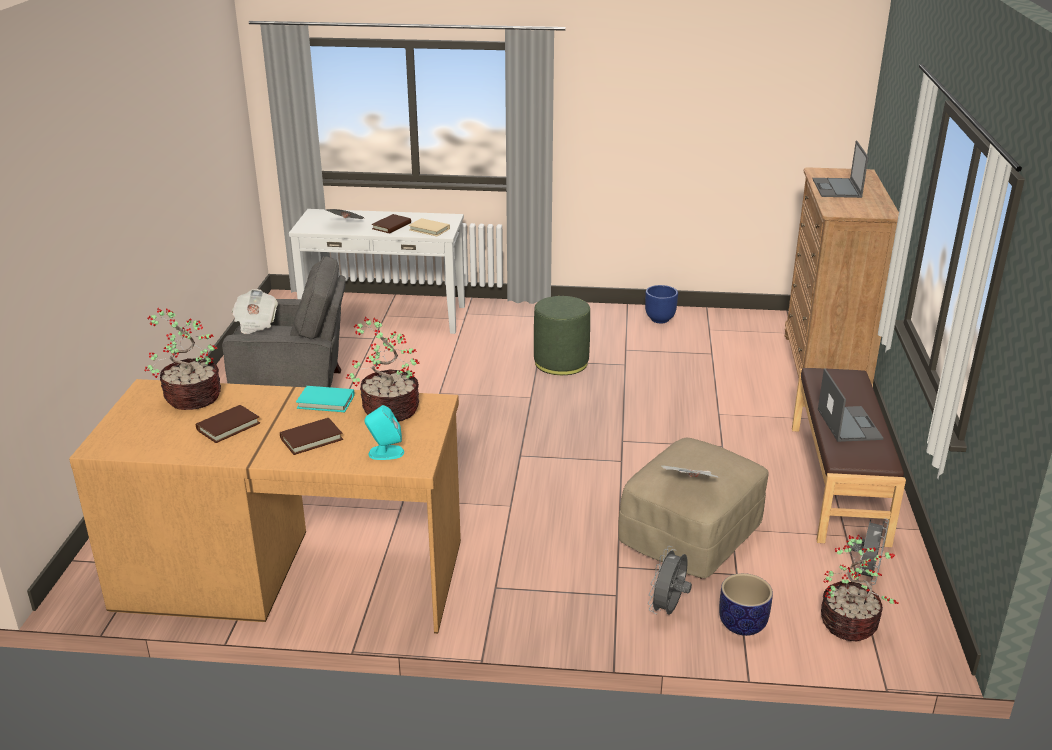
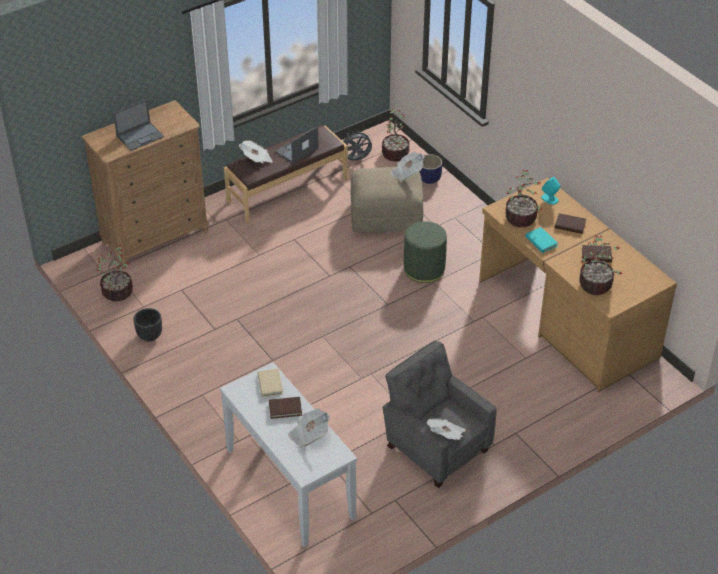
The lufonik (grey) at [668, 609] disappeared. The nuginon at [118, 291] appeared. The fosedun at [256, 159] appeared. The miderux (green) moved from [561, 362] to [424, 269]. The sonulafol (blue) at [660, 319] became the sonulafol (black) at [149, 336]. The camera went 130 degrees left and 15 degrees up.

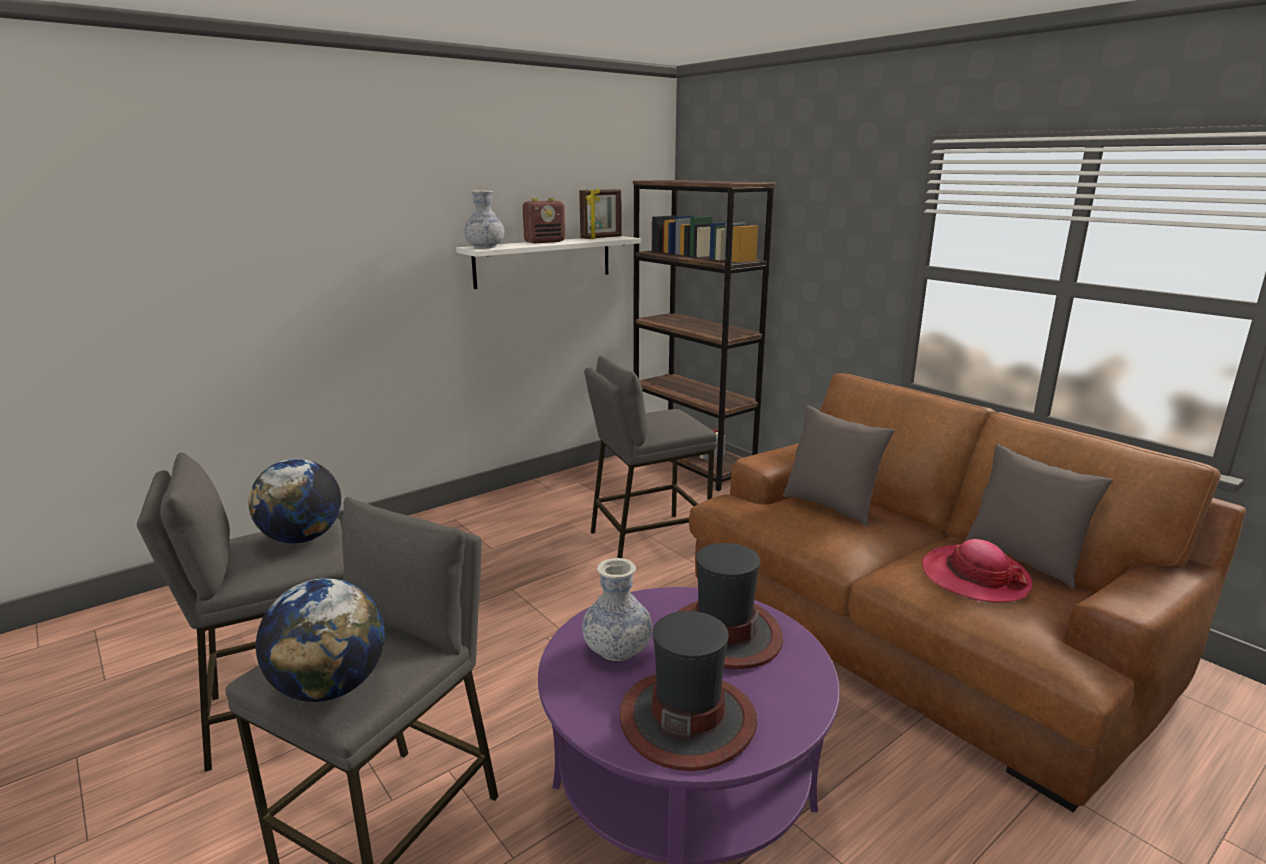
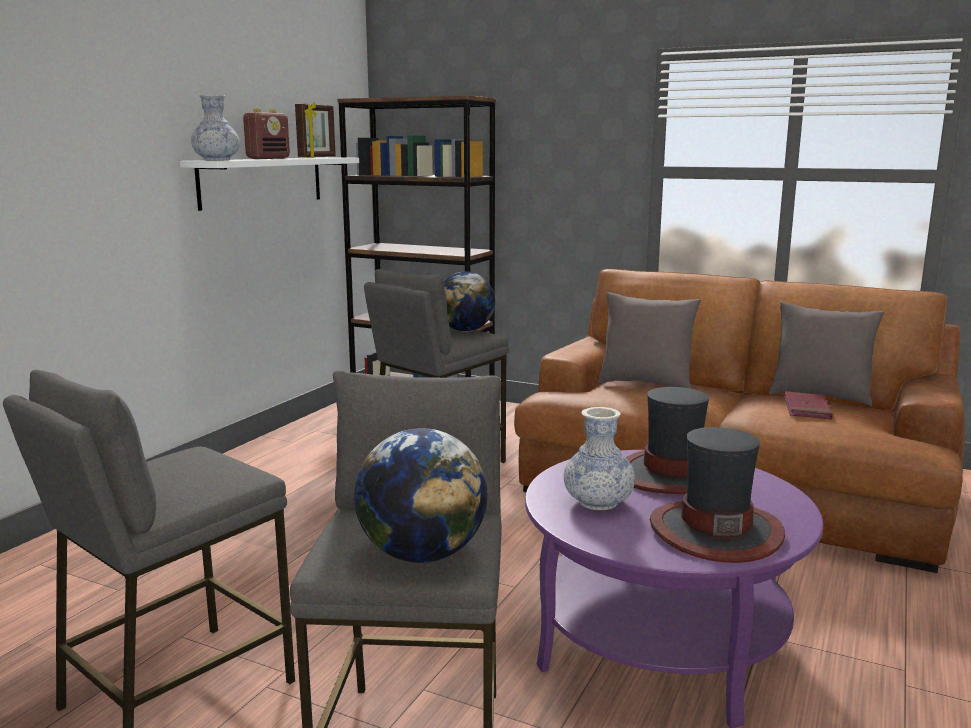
The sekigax moved from [302, 538] to [465, 330]. The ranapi at [974, 577] was replaced by the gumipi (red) at [806, 409]. The camera went 25 degrees left and 5 degrees down.

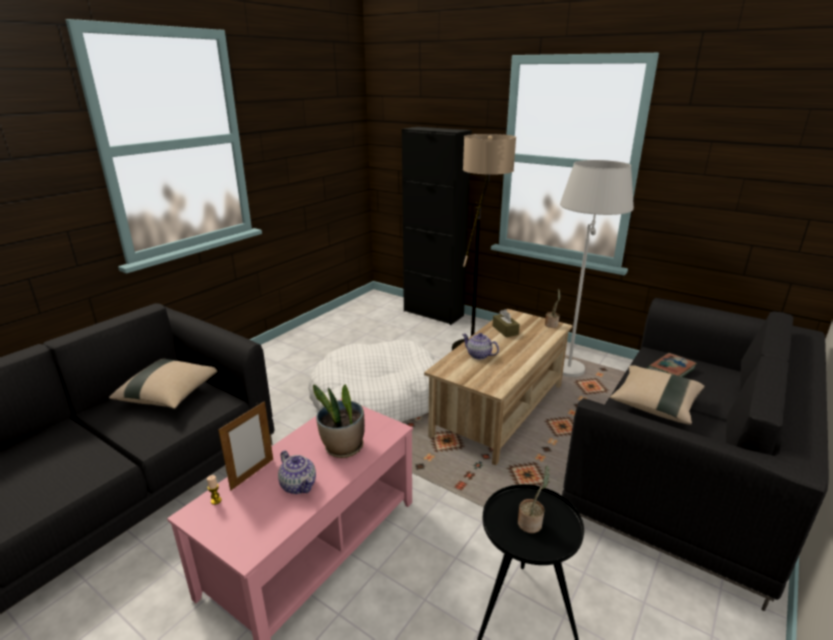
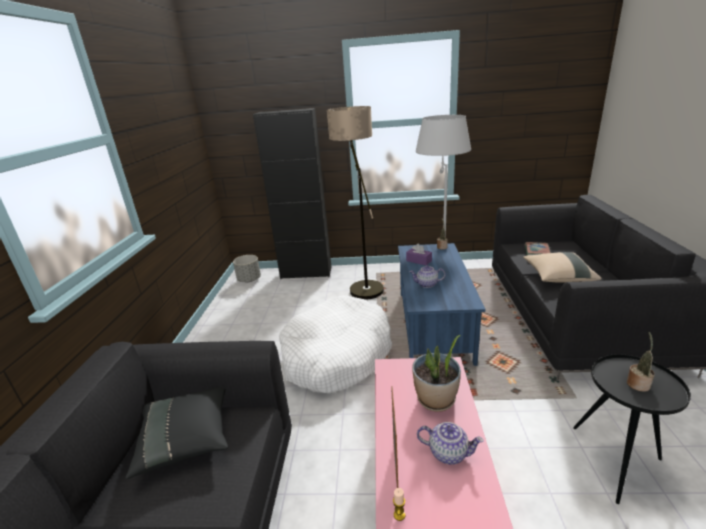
The sonulafol (grey) at [249, 279] appeared. The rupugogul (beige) at [170, 395] became the rupugogul (black) at [186, 440]. The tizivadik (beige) at [499, 410] became the tizivadik (blue) at [433, 325]. The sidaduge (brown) at [505, 330] became the sidaduge (purple) at [419, 261]. The camera went 30 degrees left and 0 degrees up.

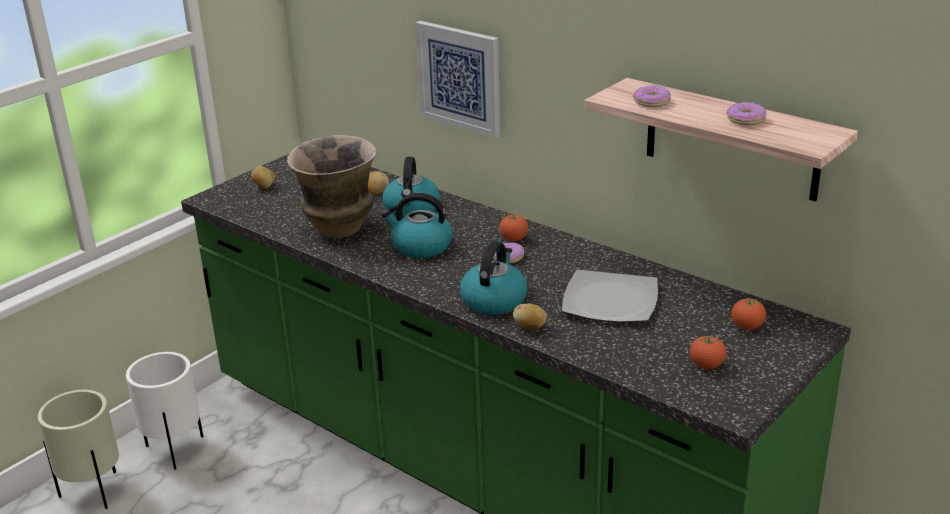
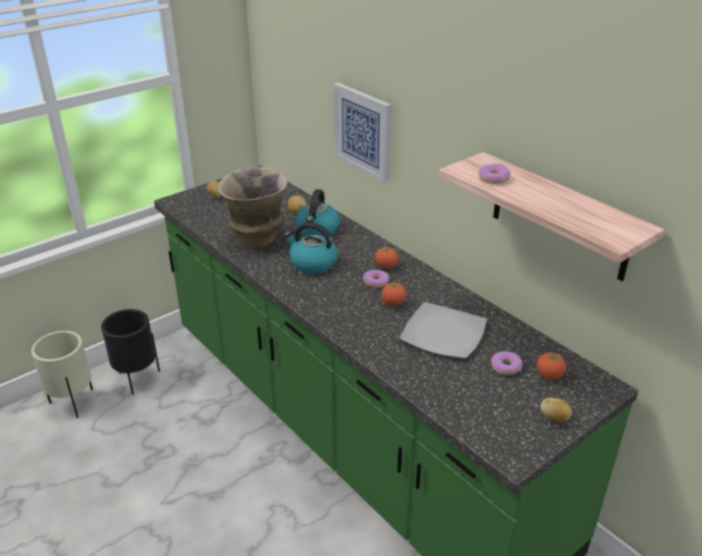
The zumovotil at [494, 300] disappeared. The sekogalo moved from [530, 327] to [554, 418]. The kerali moved from [706, 366] to [393, 303]. The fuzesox moved from [746, 120] to [506, 367]. The sonulafol (white) at [175, 451] became the sonulafol (black) at [138, 379]. The camera went 10 degrees right and 5 degrees up.

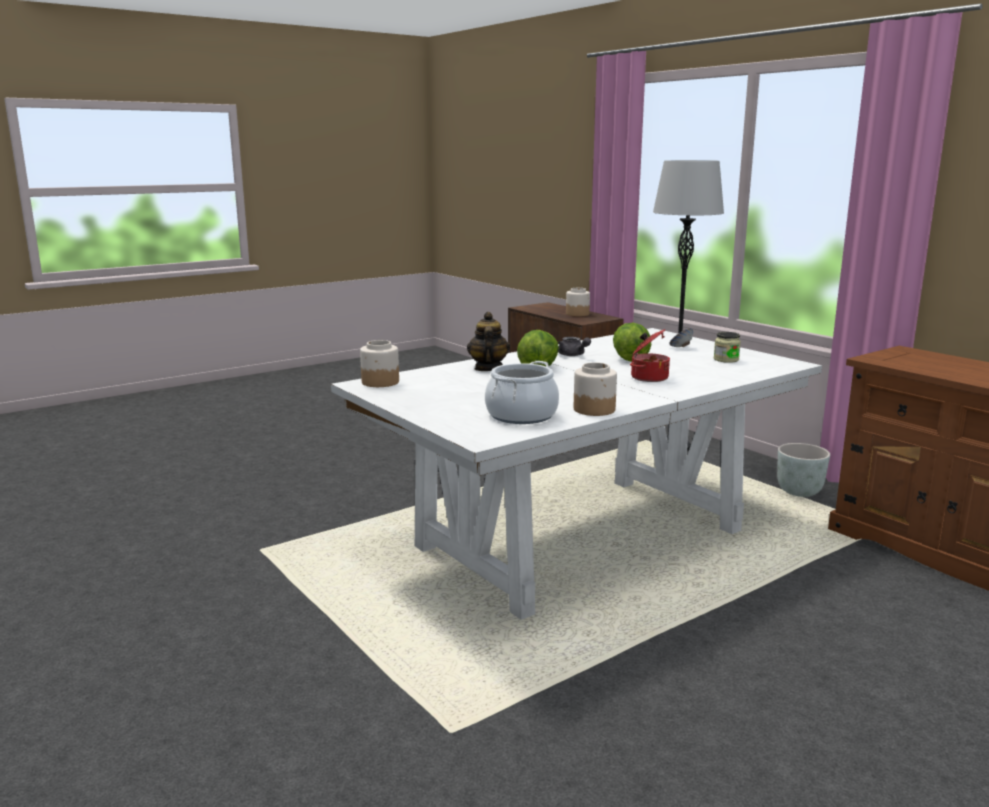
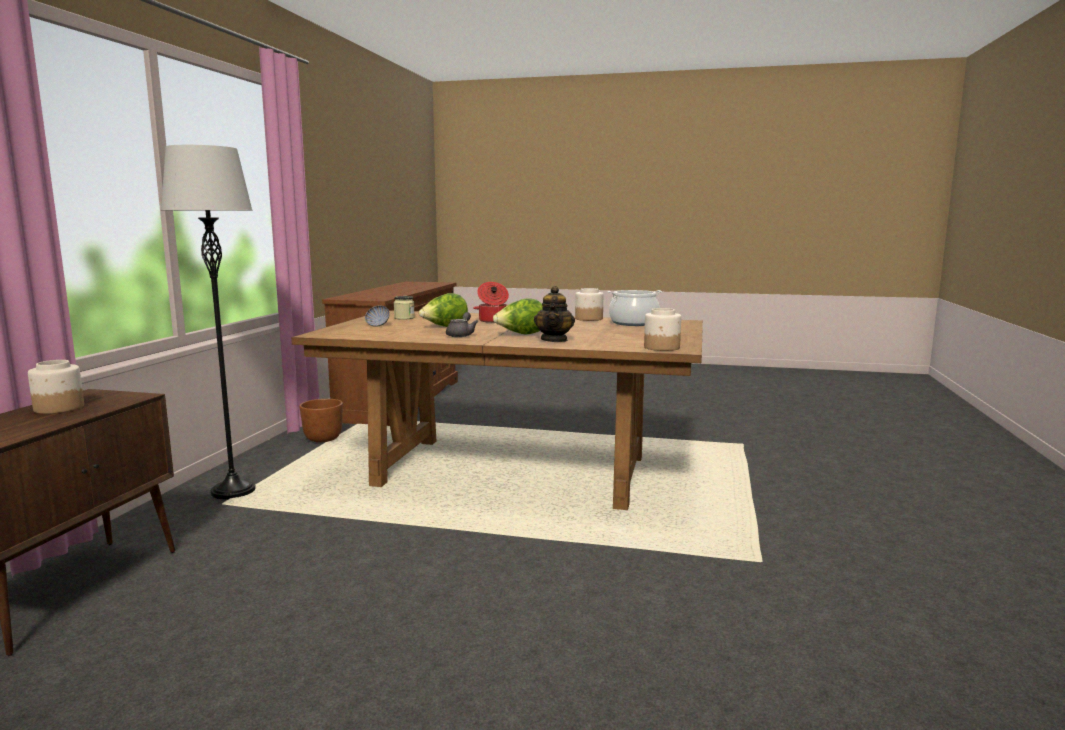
The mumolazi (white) at [580, 539] became the mumolazi (brown) at [514, 471]. The sonulafol (grey) at [800, 492] became the sonulafol (brown) at [323, 439]. The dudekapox at [488, 368] turned 45 degrees counterclockwise. The camera went 130 degrees left and 5 degrees down.

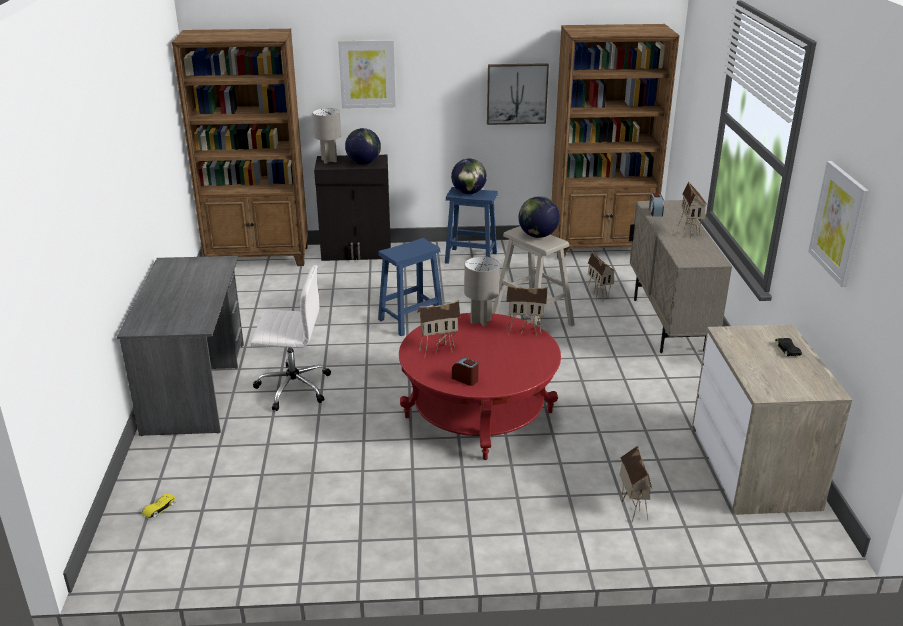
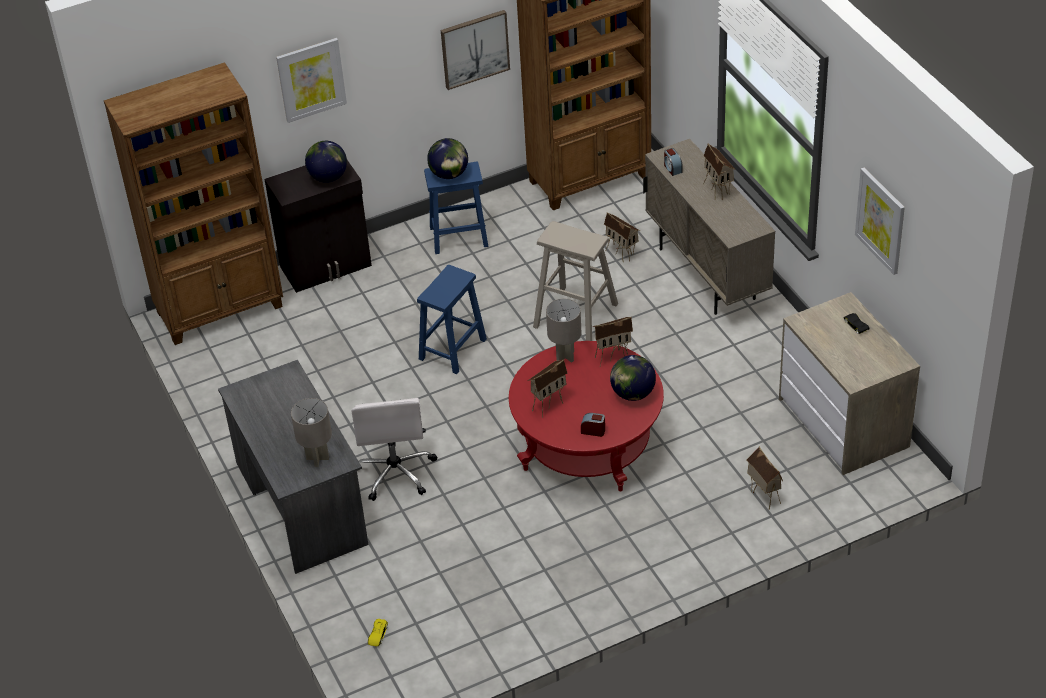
The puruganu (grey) moved from [329, 161] to [318, 459]. The sekigax moved from [538, 236] to [633, 394]. The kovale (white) at [292, 387] turned 105 degrees clockwise. The camera went 20 degrees left and 15 degrees up.

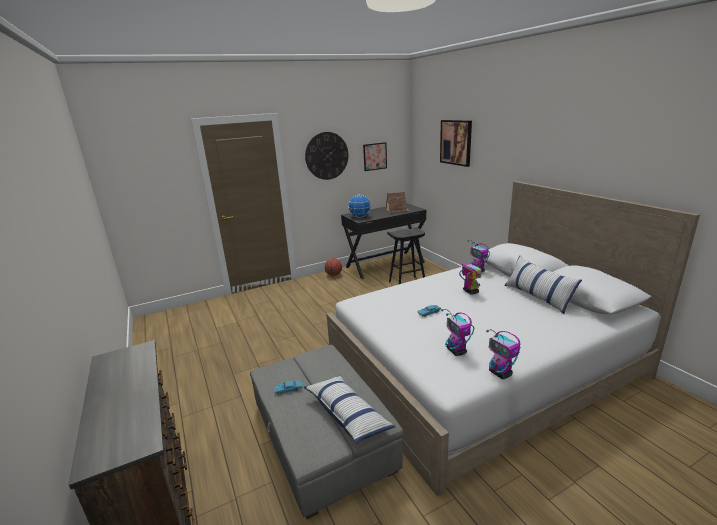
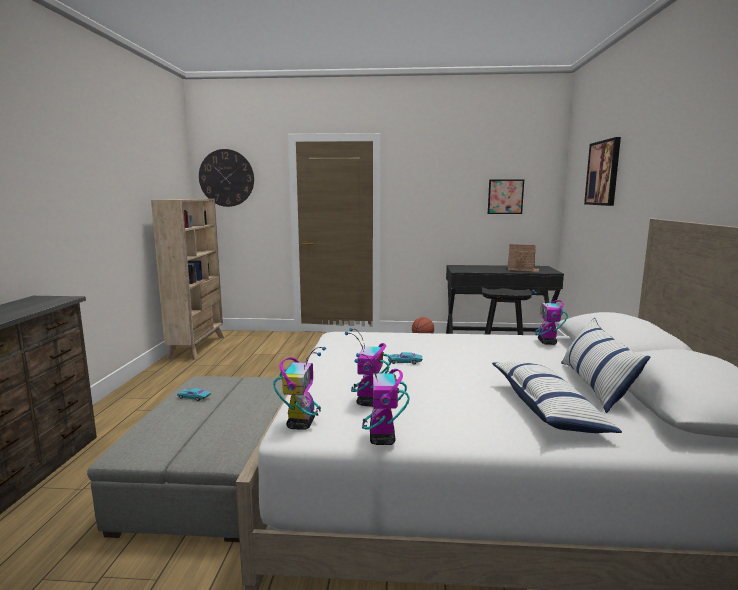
The sekigax at [359, 217] disappeared. The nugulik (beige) at [197, 347] appeared. The rupugogul moved from [347, 415] to [547, 409]. The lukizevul moved from [327, 156] to [226, 178]. The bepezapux moved from [470, 291] to [301, 423]. The camera went 30 degrees right and 10 degrees down.

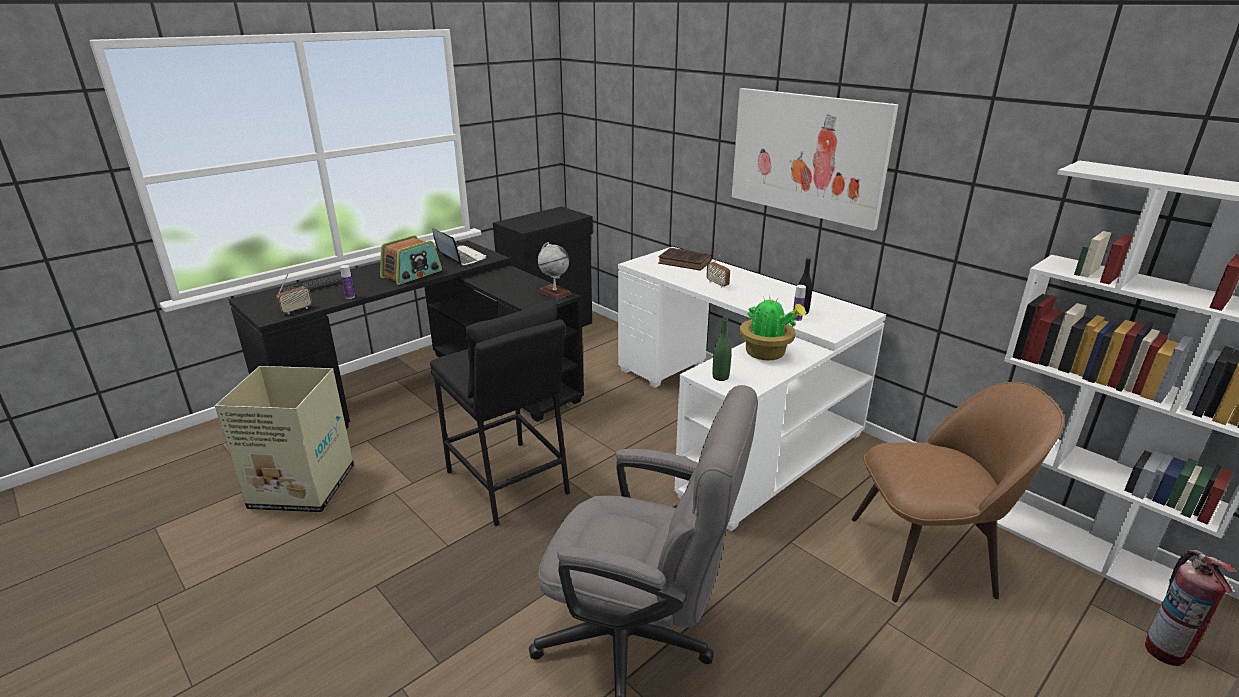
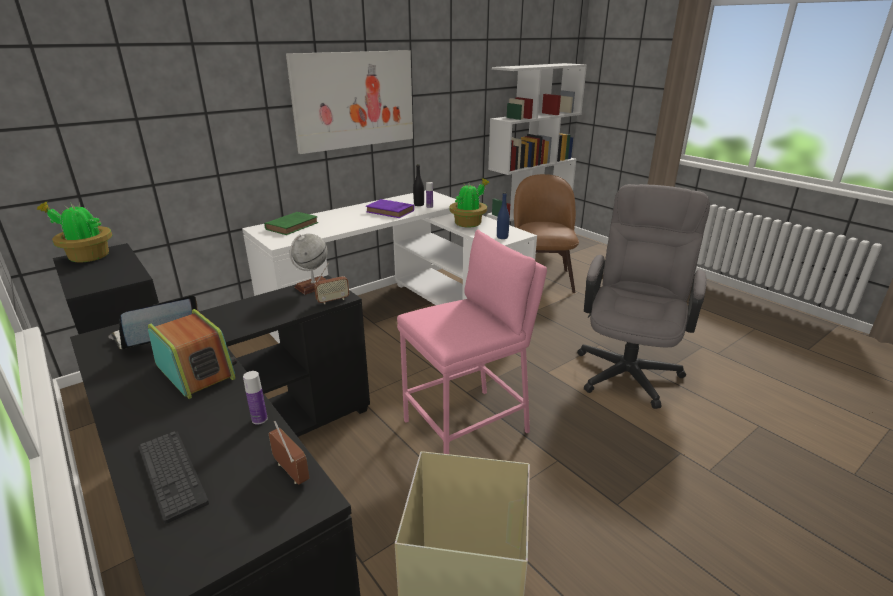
The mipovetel at [1165, 650] disappeared. The nuginon at [87, 257] appeared. The gumipi (purple) at [391, 211] appeared. The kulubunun moved from [717, 284] to [333, 300]. The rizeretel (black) at [507, 482] became the rizeretel (pink) at [467, 427]. The gumipi (brown) at [686, 262] became the gumipi (green) at [293, 226]. The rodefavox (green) at [720, 377] became the rodefavox (blue) at [502, 237]. The camera went 85 degrees left and 0 degrees up.

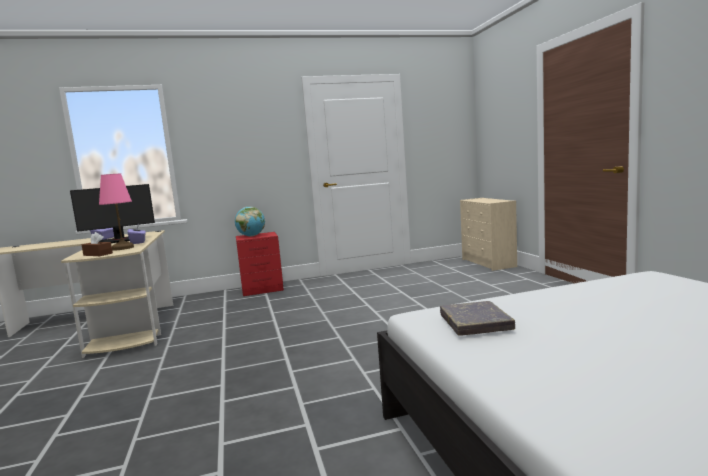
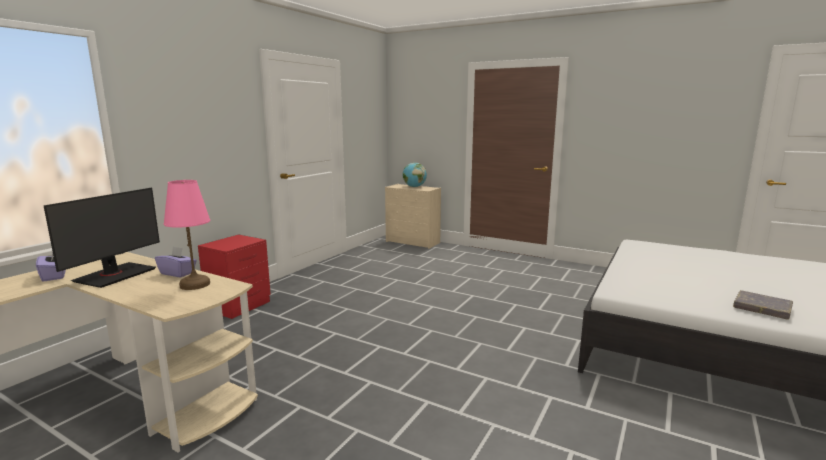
The sidaduge (brown) at [98, 254] disappeared. The sekigax moved from [251, 236] to [414, 187]. The gumipi (grey) moved from [475, 323] to [762, 308]. The camera went 45 degrees left and 5 degrees up.

